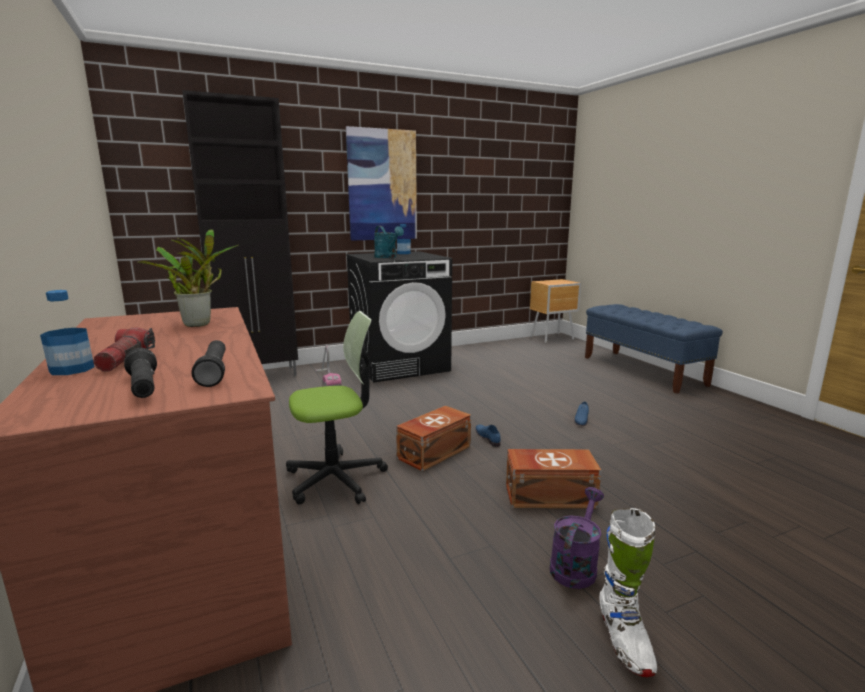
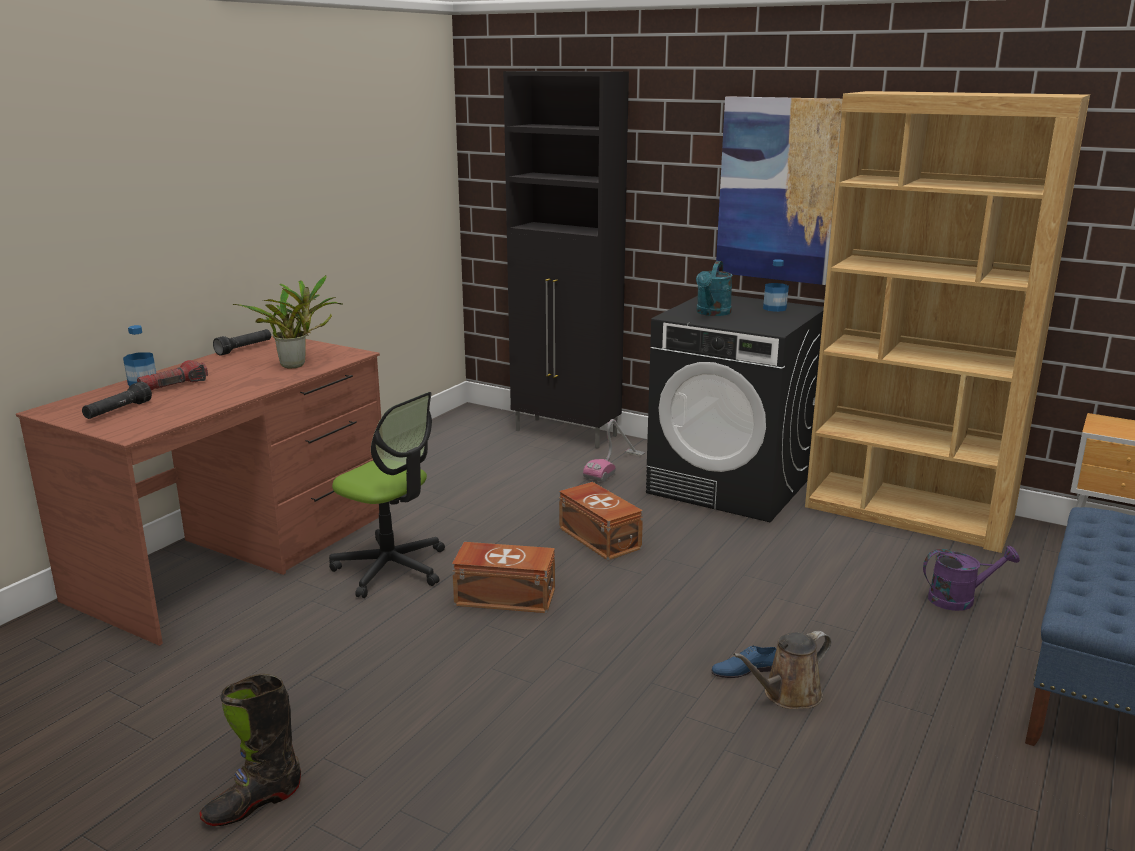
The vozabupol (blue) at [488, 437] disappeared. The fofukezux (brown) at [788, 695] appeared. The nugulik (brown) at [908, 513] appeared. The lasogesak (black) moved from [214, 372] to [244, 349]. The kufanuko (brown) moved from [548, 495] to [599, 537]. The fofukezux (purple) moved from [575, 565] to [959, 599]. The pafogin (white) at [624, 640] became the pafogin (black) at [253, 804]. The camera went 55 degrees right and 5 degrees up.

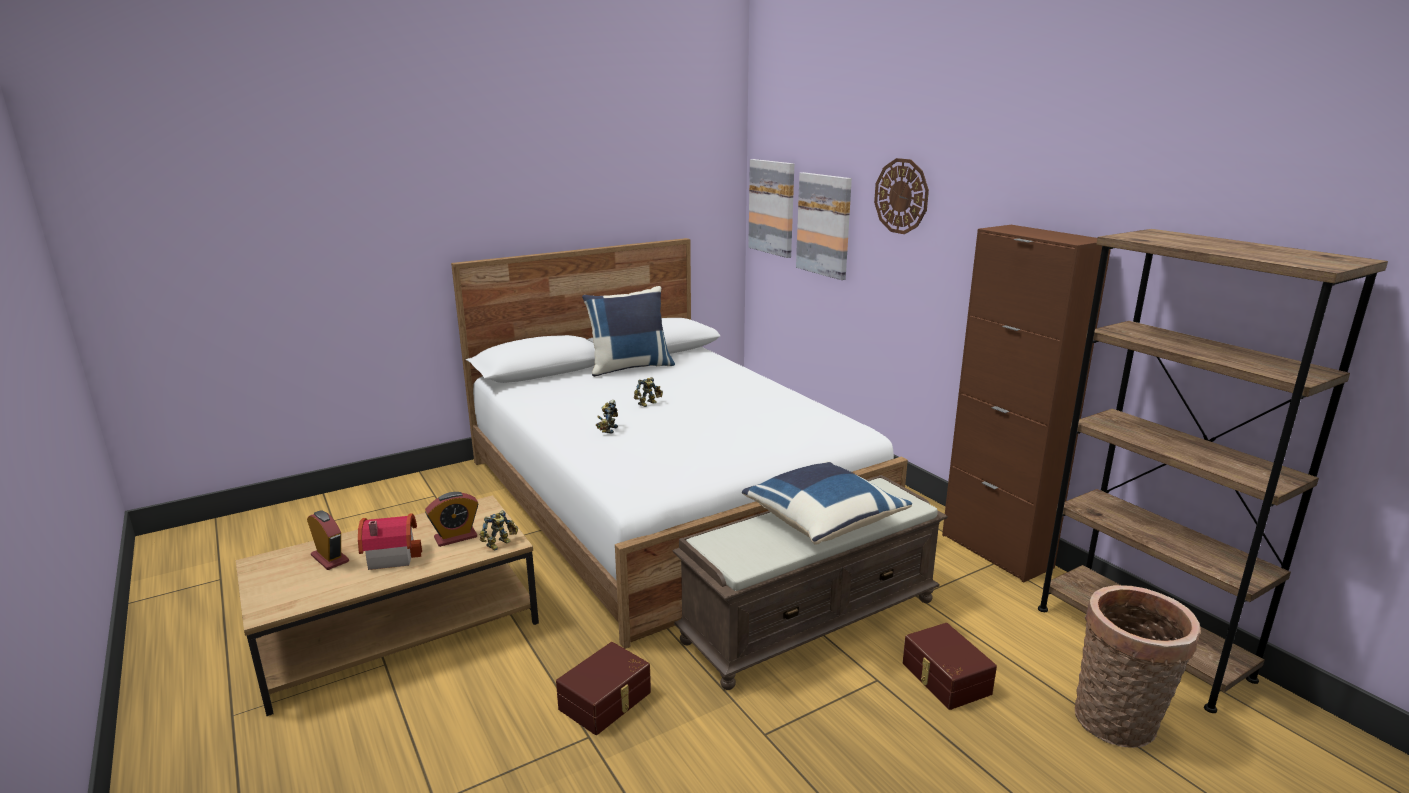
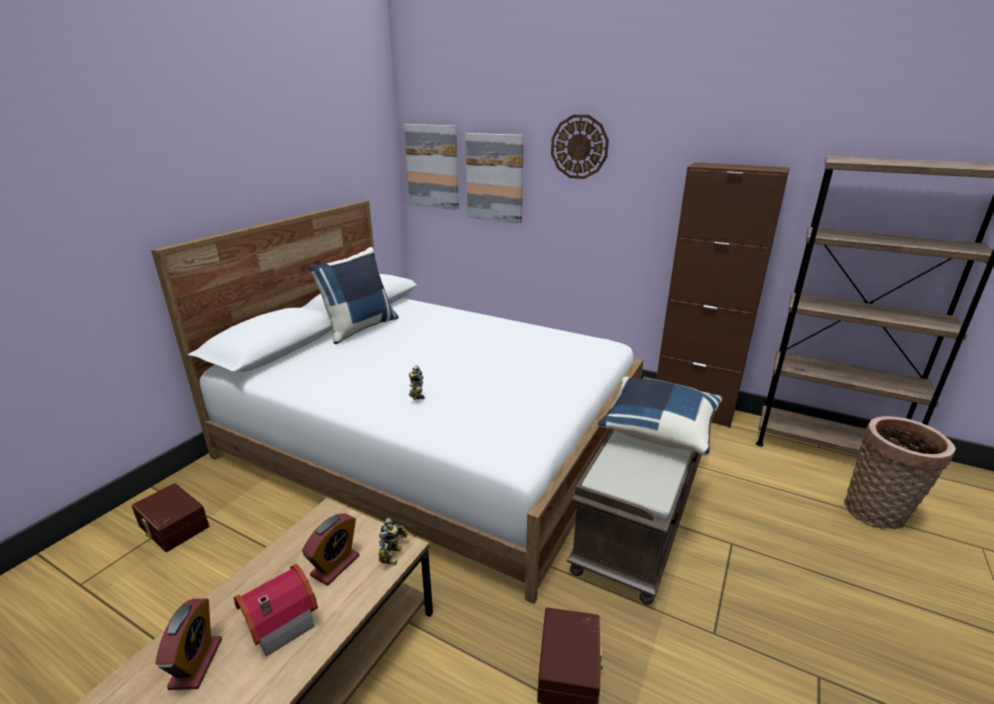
The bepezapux at [648, 404] disappeared. The kufanuko (brown) moved from [944, 679] to [172, 527]. The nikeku at [330, 558] turned 75 degrees clockwise. The camera went 30 degrees left and 5 degrees up.

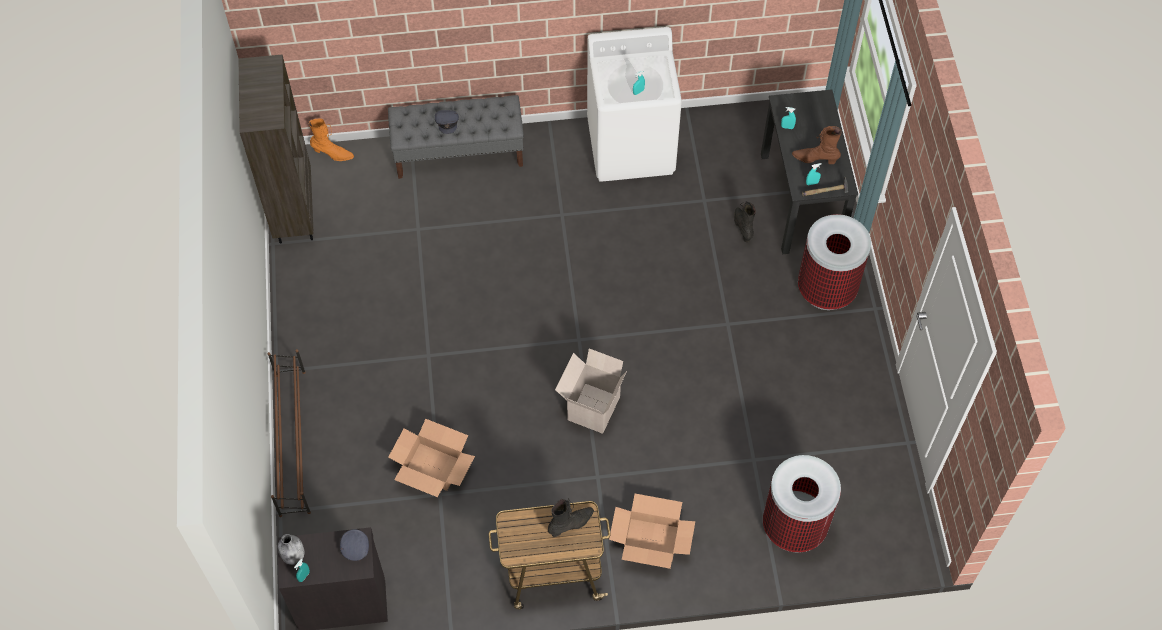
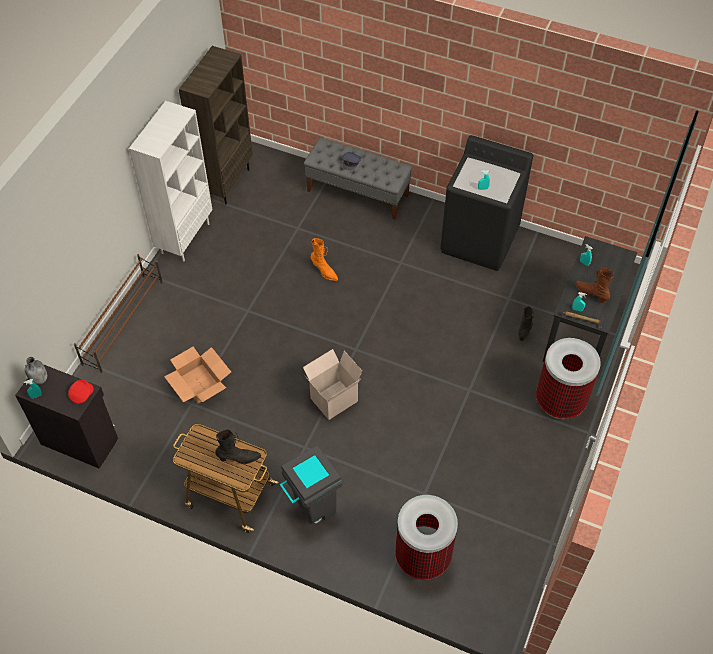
The nugulik (white) at [185, 237] appeared. The pafogin (orange) moved from [332, 154] to [324, 271]. The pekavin at [651, 539] was replaced by the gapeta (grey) at [312, 510]. The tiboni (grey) at [355, 547] became the tiboni (red) at [81, 394]. The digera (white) at [631, 146] became the digera (black) at [480, 240]. The camera went 30 degrees right and 5 degrees down.

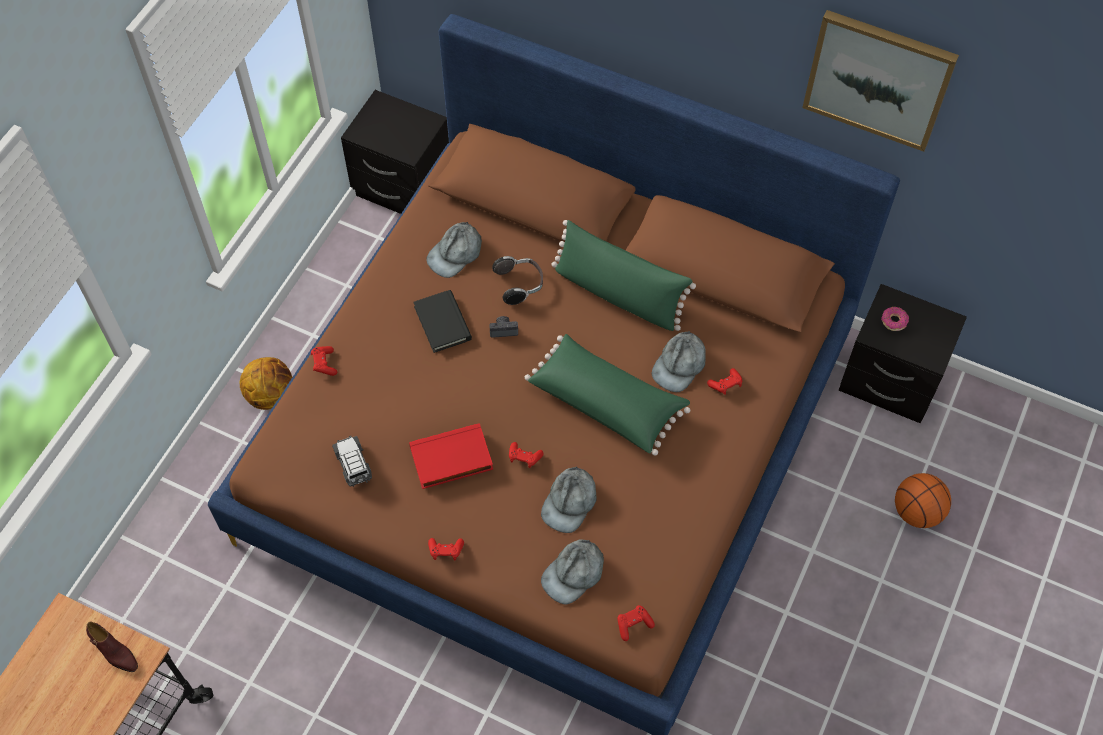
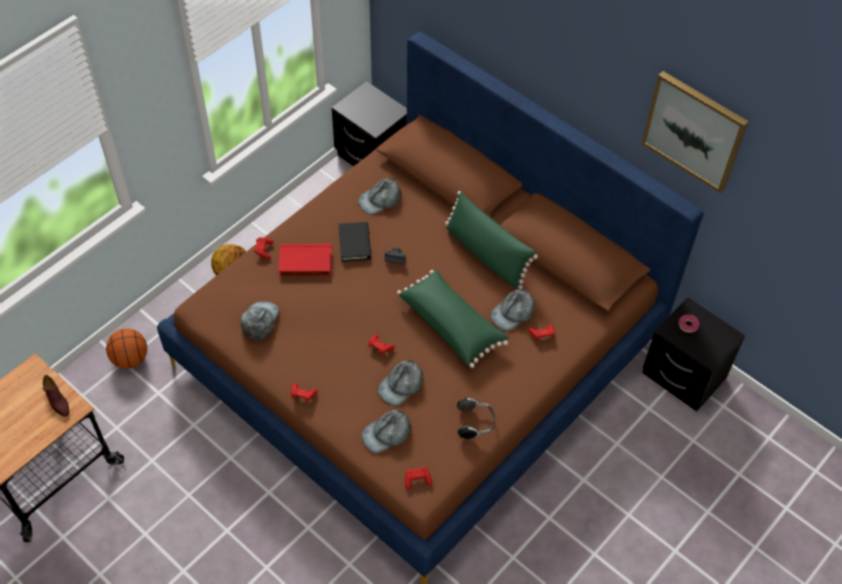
The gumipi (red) moved from [451, 460] to [305, 263]. The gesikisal moved from [520, 284] to [475, 423]. The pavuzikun moved from [916, 512] to [130, 359]. The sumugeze at [353, 464] was replaced by the tiboni (grey) at [259, 321]. The camera went 15 degrees right and 5 degrees down.

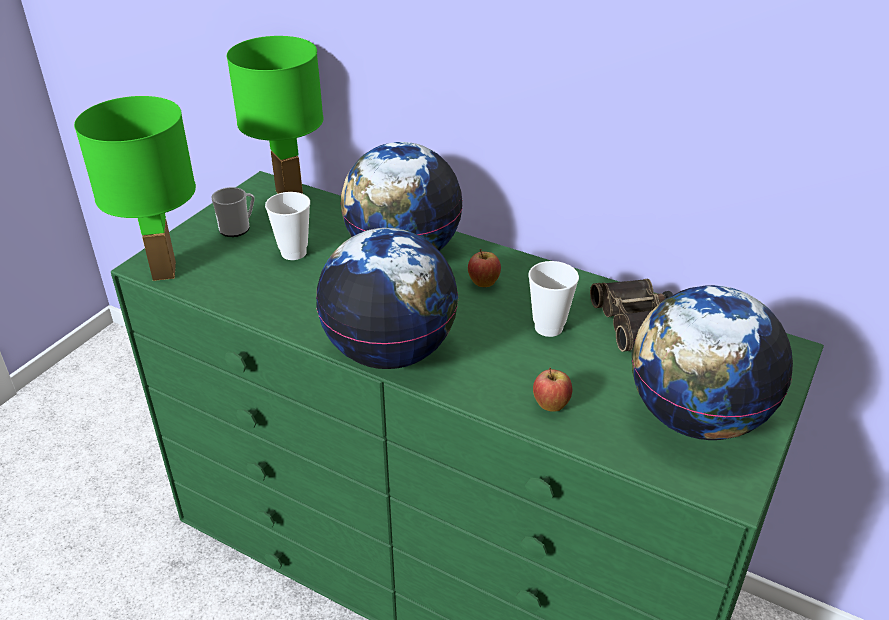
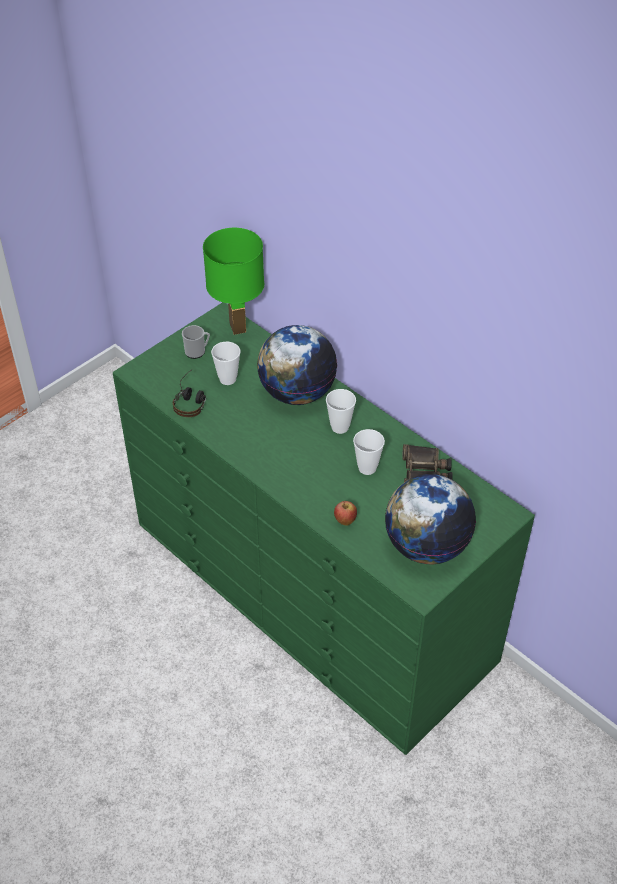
The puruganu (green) at [163, 270] disappeared. The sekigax at [390, 351] disappeared. The gesikisal at [191, 400] appeared. The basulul at [483, 284] was replaced by the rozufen at [340, 427]. The camera went 15 degrees right and 10 degrees up.

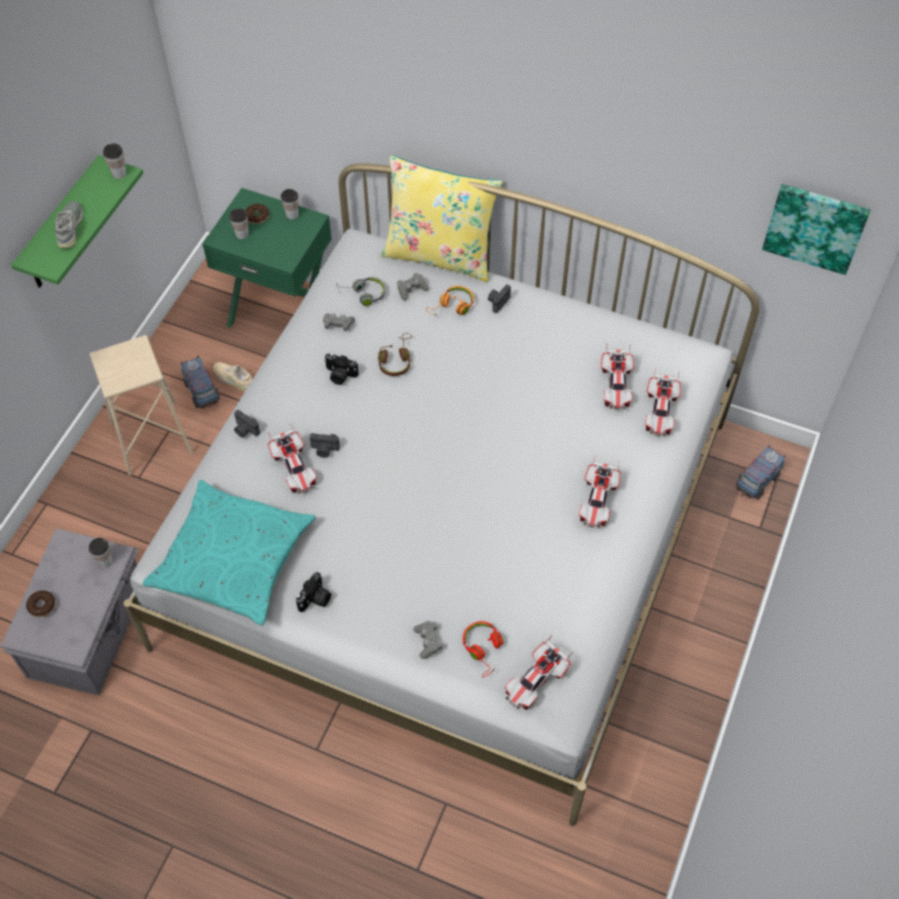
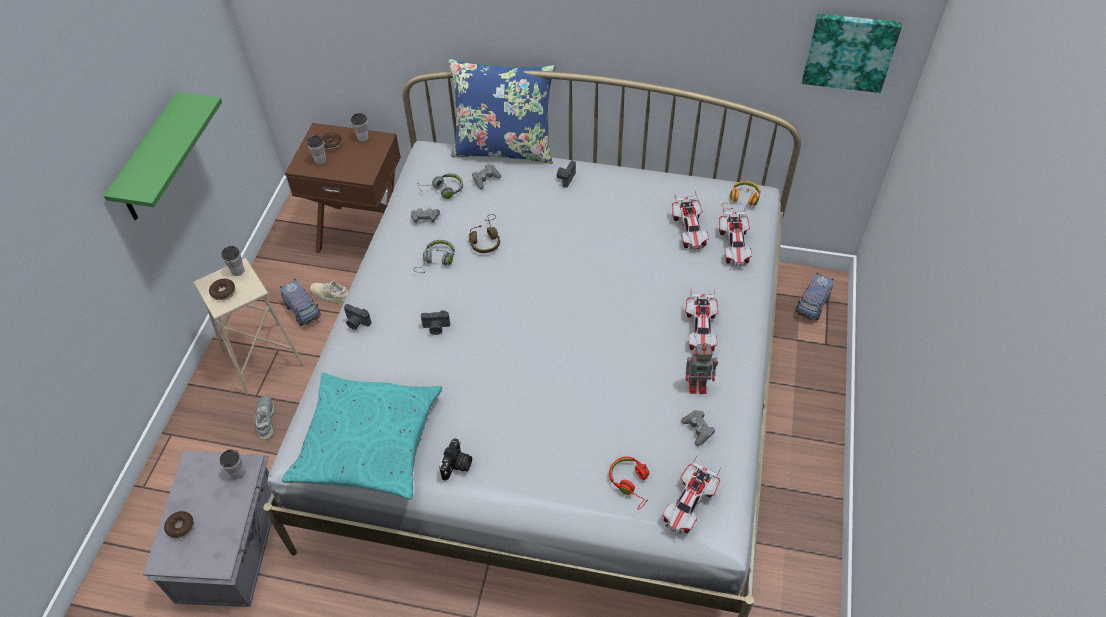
The sumugeze at [295, 468] disappeared. The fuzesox at [223, 292] appeared. The bepezapux at [698, 385] appeared. The vozabupol (grey) moved from [70, 228] to [266, 419]. The rozufen moved from [119, 173] to [238, 271]. The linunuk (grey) moved from [428, 641] to [698, 430]. The gesikisal (orange) moved from [452, 307] to [741, 200]. The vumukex at [340, 375] was replaced by the gesikisal (grey) at [436, 261]. The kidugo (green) at [281, 310] became the kidugo (brown) at [362, 231]. The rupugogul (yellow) at [440, 255] became the rupugogul (blue) at [504, 148]. The camera went 10 degrees left and 5 degrees down.

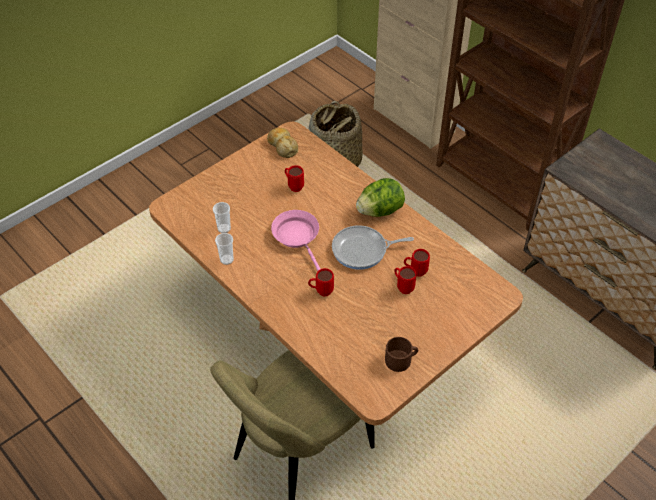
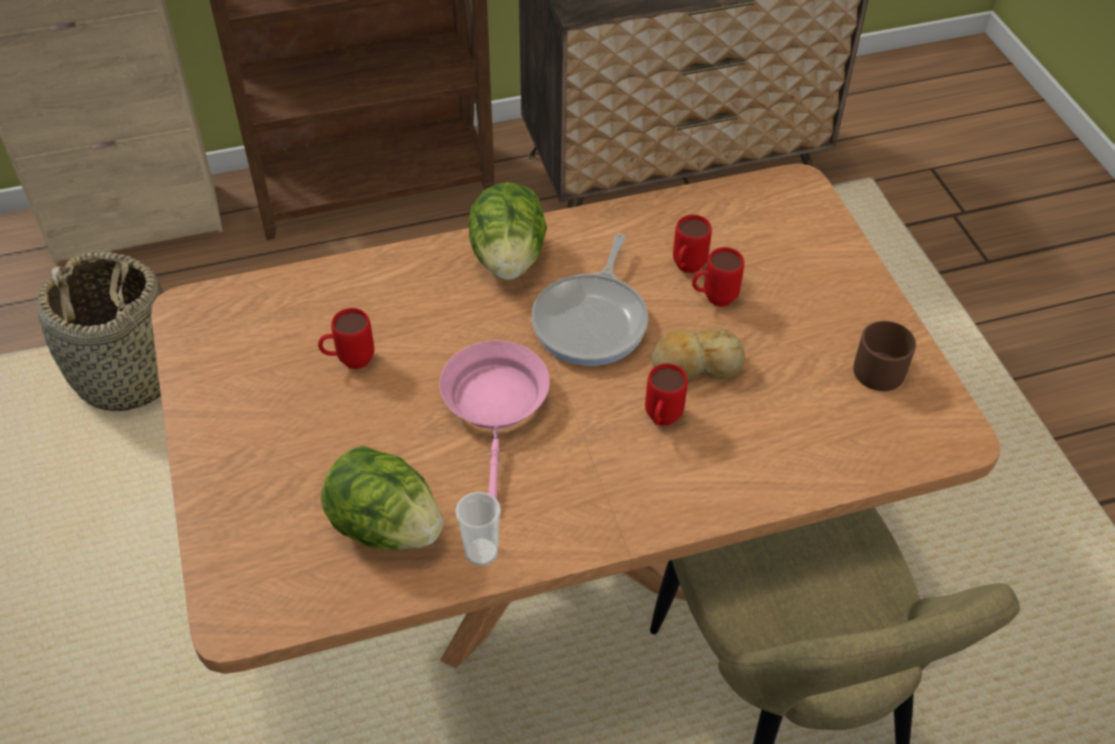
The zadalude moved from [282, 146] to [695, 365]. The rozufen at [224, 228] was replaced by the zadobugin at [385, 526]. The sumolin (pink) at [298, 237] turned 90 degrees clockwise. The camera went 65 degrees left and 0 degrees up.

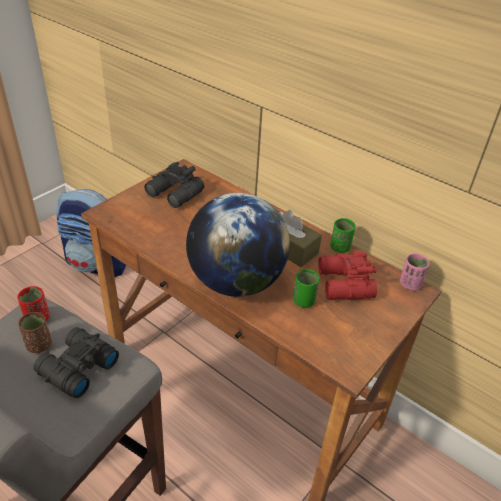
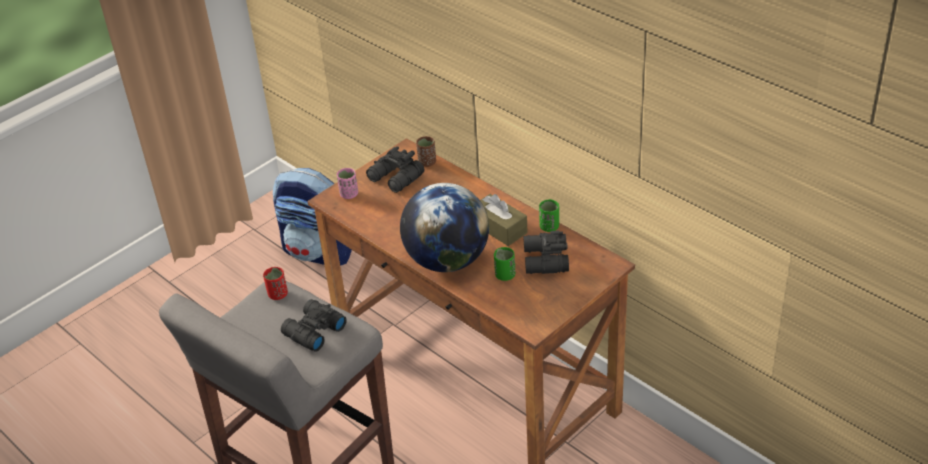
The rozufen (brown) moved from [39, 345] to [427, 162]. The rozufen (pink) moved from [410, 284] to [349, 194]. The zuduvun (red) at [343, 284] became the zuduvun (black) at [544, 261]. The camera went 10 degrees right and 0 degrees up.

